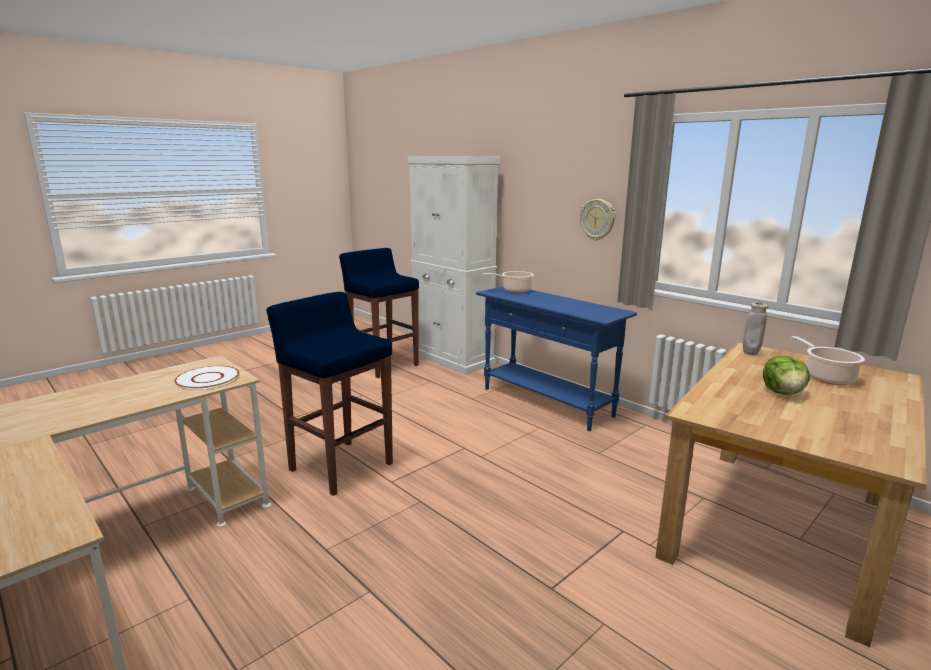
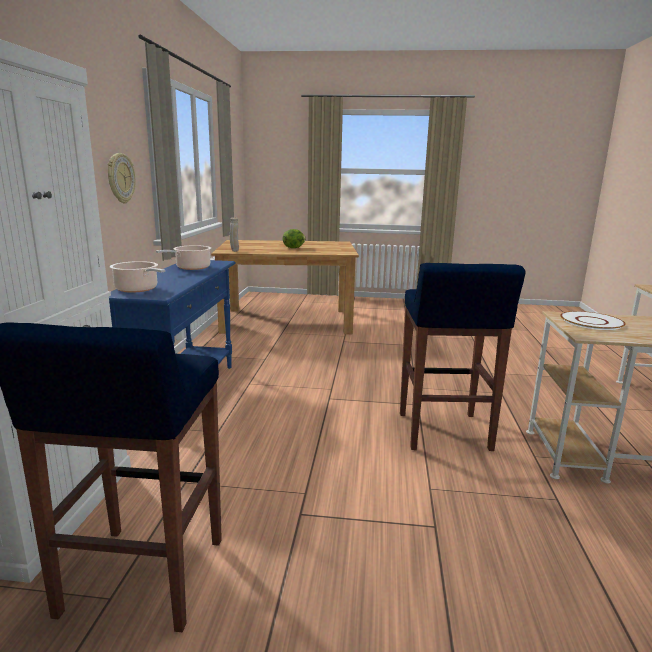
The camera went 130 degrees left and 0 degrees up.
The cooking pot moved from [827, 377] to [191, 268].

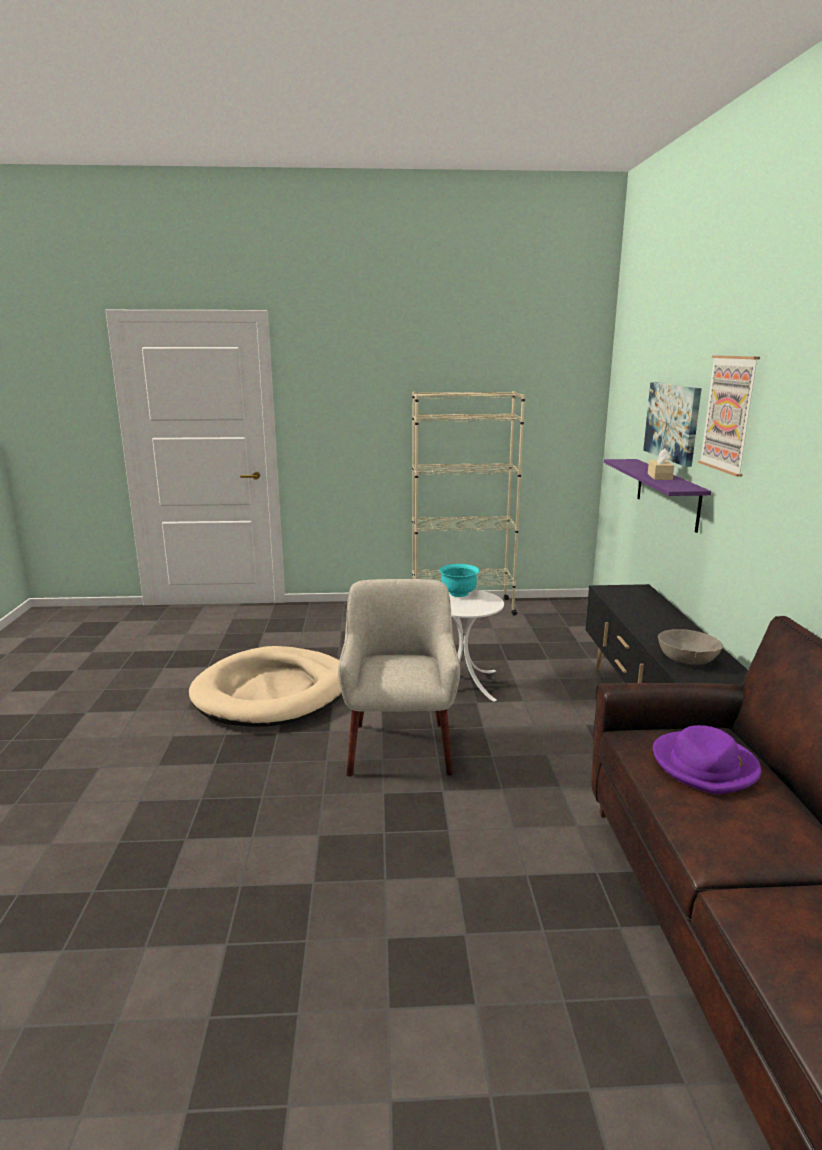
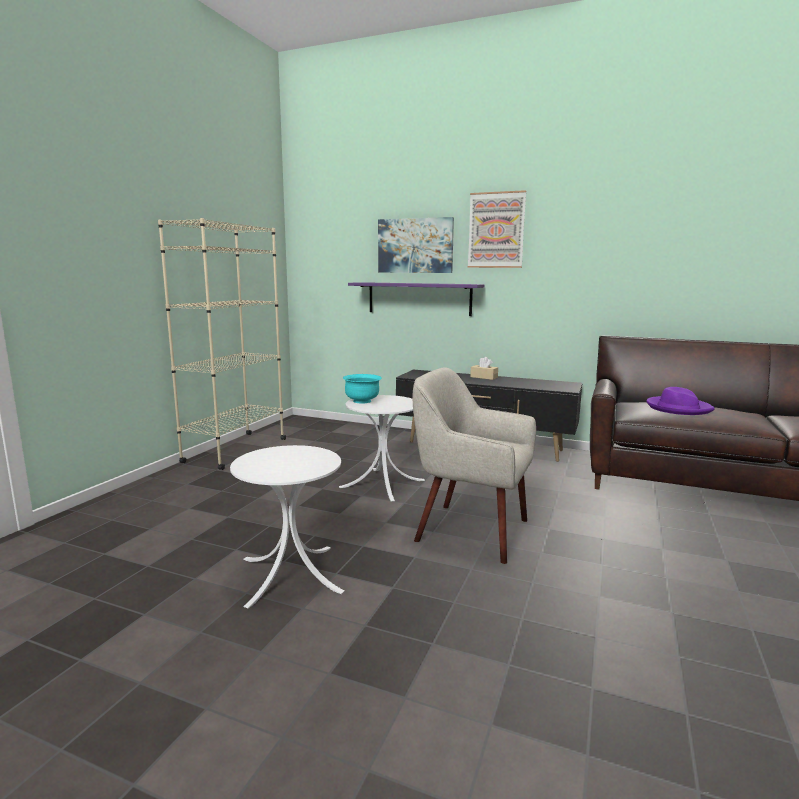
The camera went 65 degrees left and 5 degrees down.
The dog bed/beige at [273, 692] was replaced by the side table/white at [291, 574].
The tissue box/beige moved from [659, 477] to [484, 377].
The bowl/grey at [687, 658] disappeared.

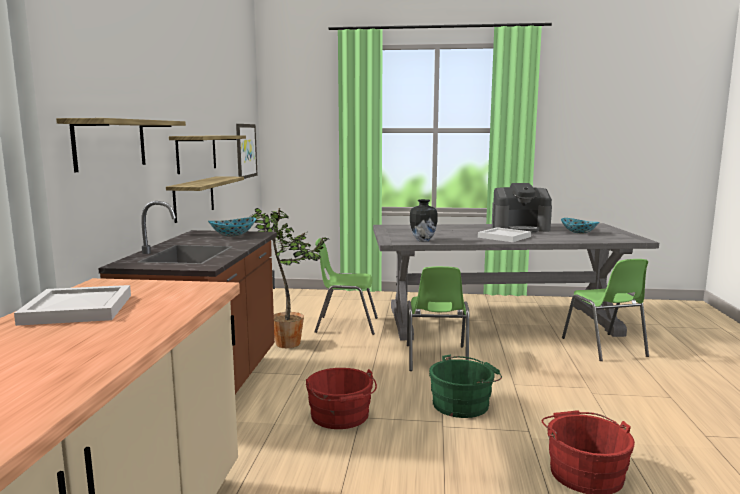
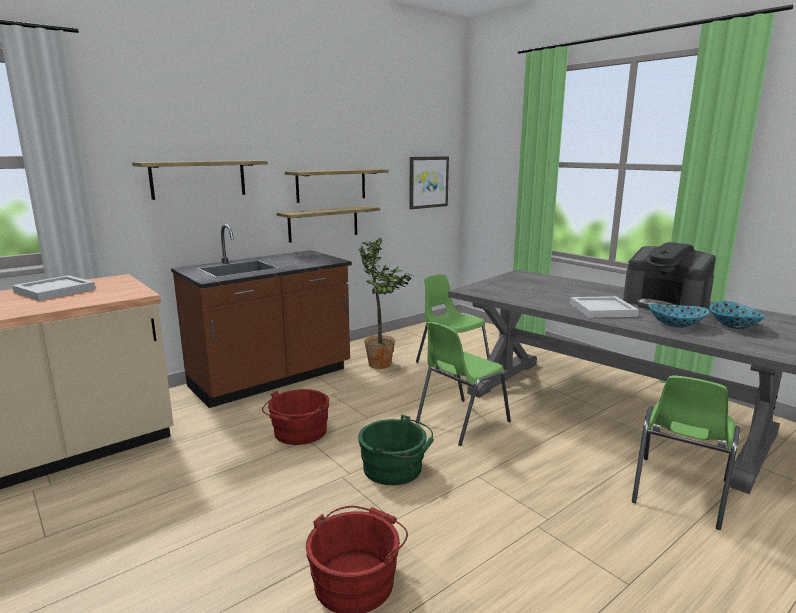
The camera went 45 degrees right and 5 degrees up.
The bowl moved from [232, 234] to [675, 324].
The vase at [422, 240] disappeared.

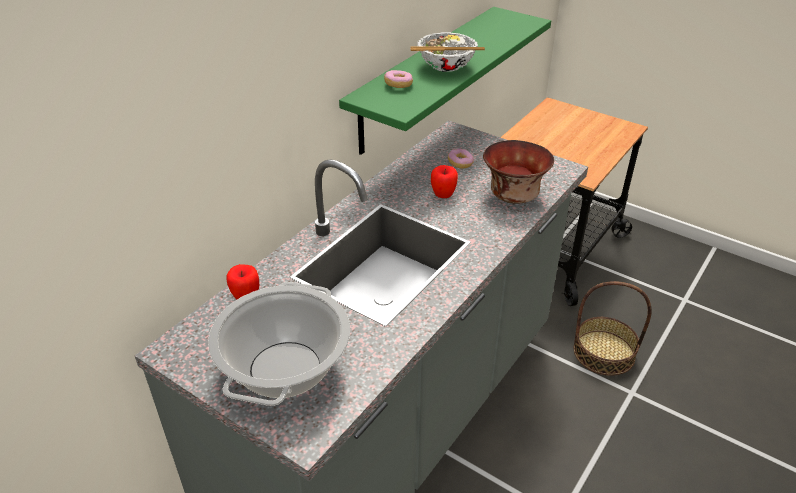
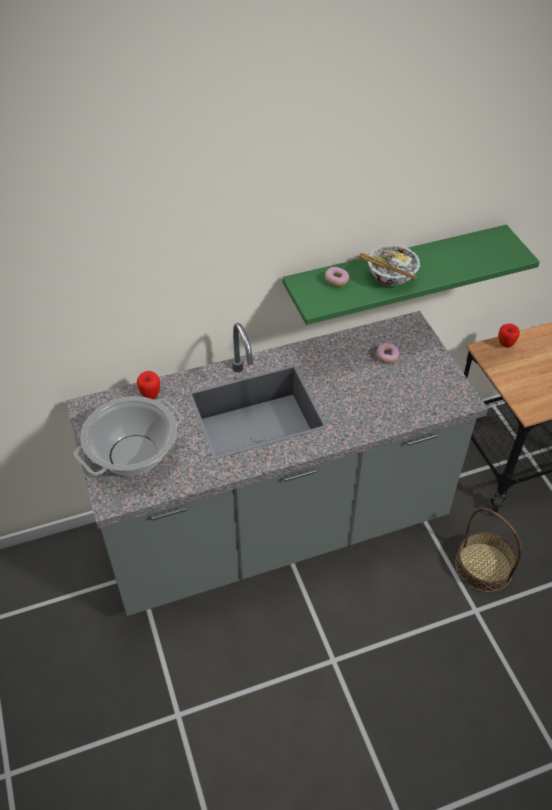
The camera went 35 degrees right and 10 degrees up.
The apple moved from [443, 196] to [505, 345].
The bowl at [513, 195] disappeared.

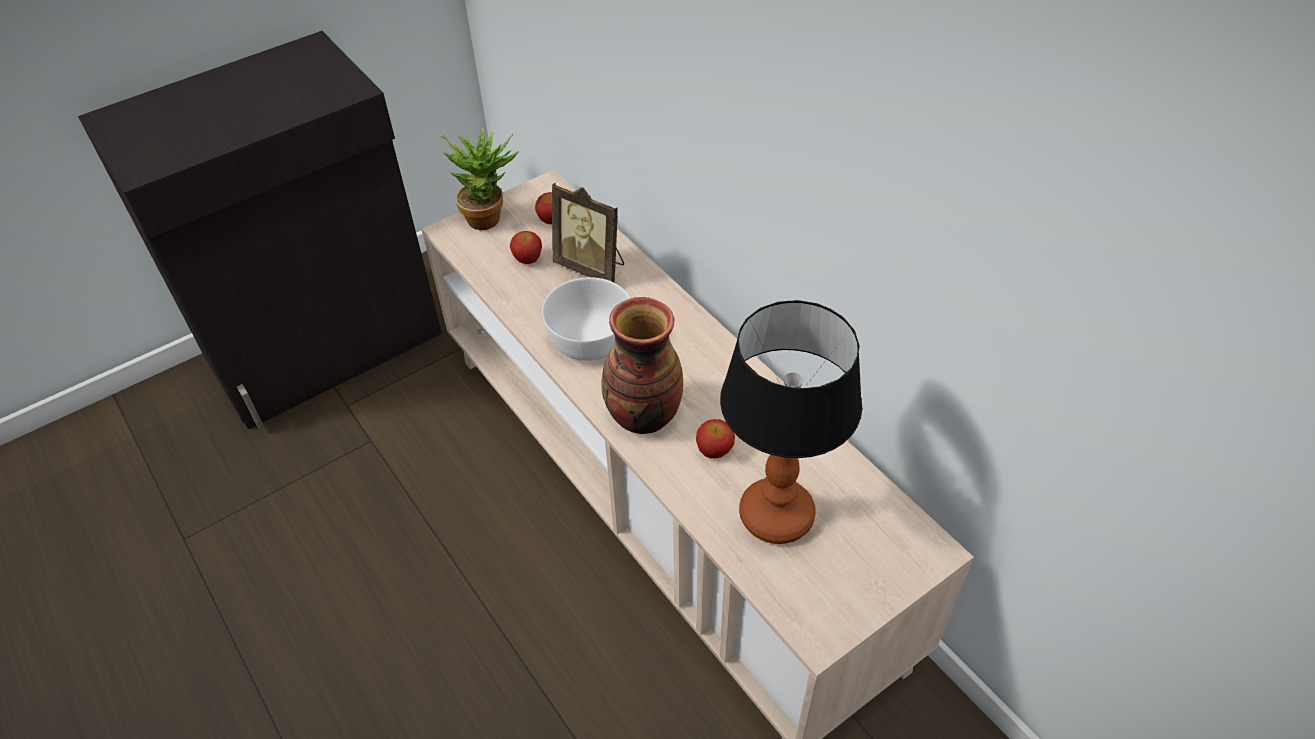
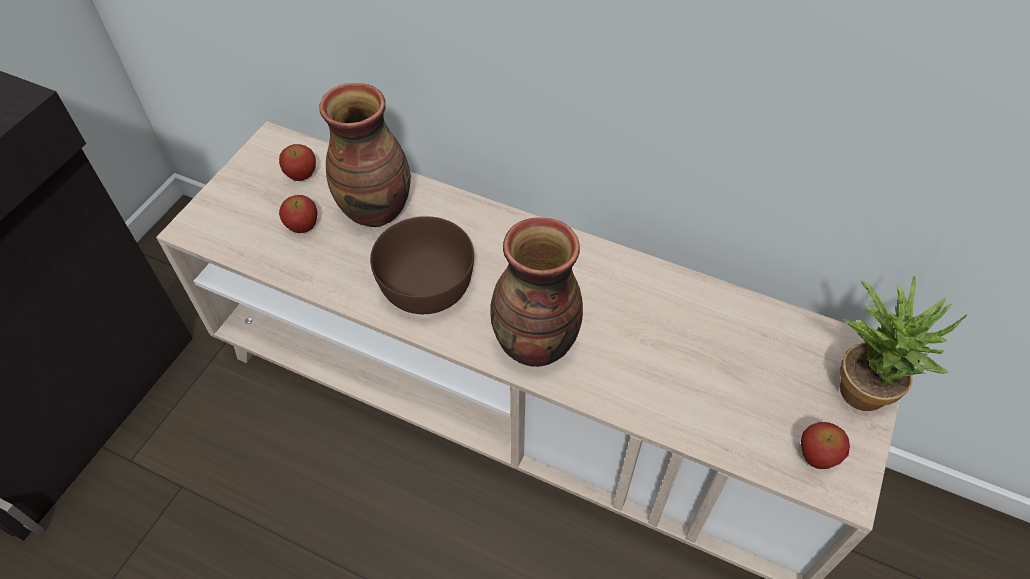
The camera went 30 degrees left and 5 degrees up.
The potted plant moved from [490, 217] to [864, 383].
The bowl/white at [589, 338] became the bowl/brown at [425, 285].
The picture frame at [592, 267] was replaced by the vase at [377, 209].
The apple moved from [714, 450] to [817, 455].
The table lamp at [778, 516] disappeared.

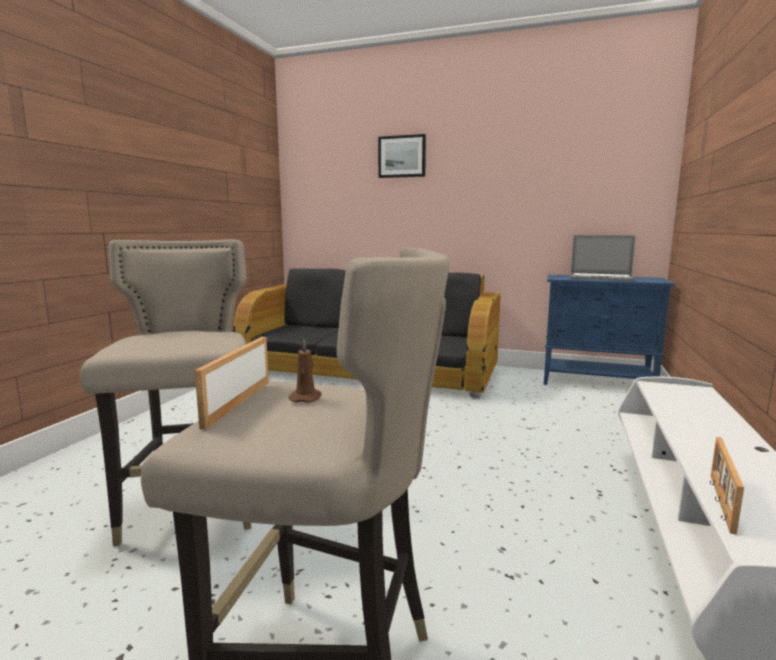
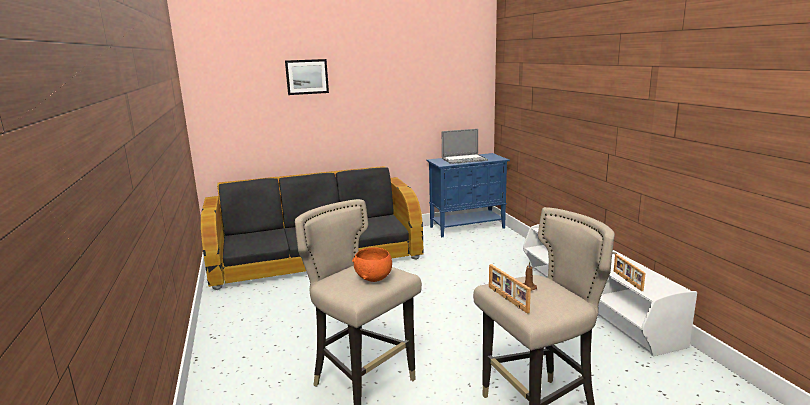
The camera went 35 degrees left and 5 degrees up.
The bowl/orange at [374, 278] appeared.

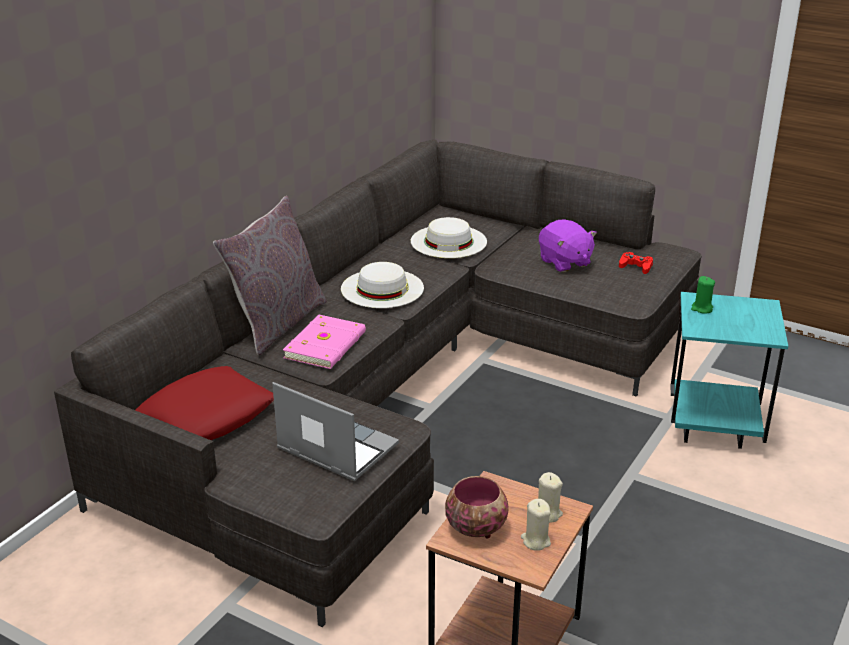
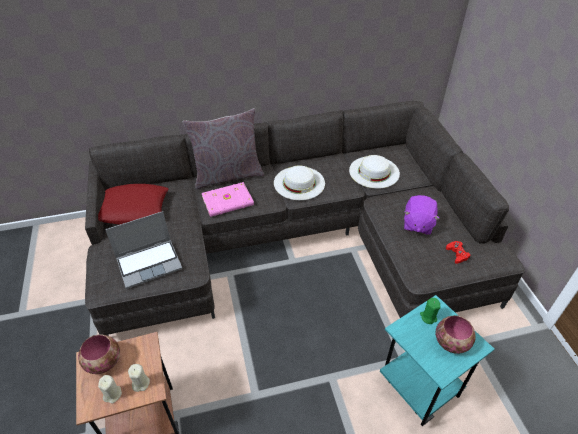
The camera went 45 degrees right and 15 degrees up.
The laptop at [335, 448] turned 75 degrees clockwise.
The bowl at [451, 342] appeared.

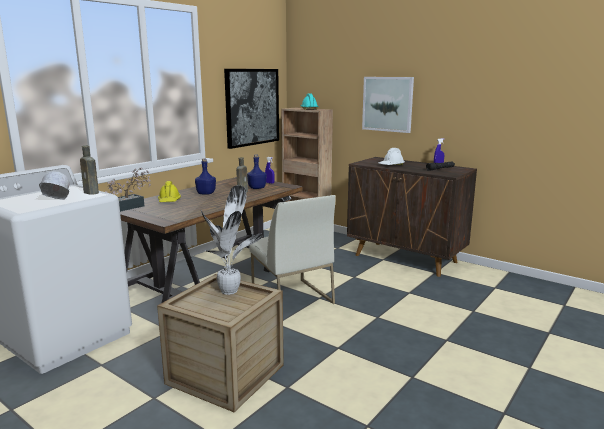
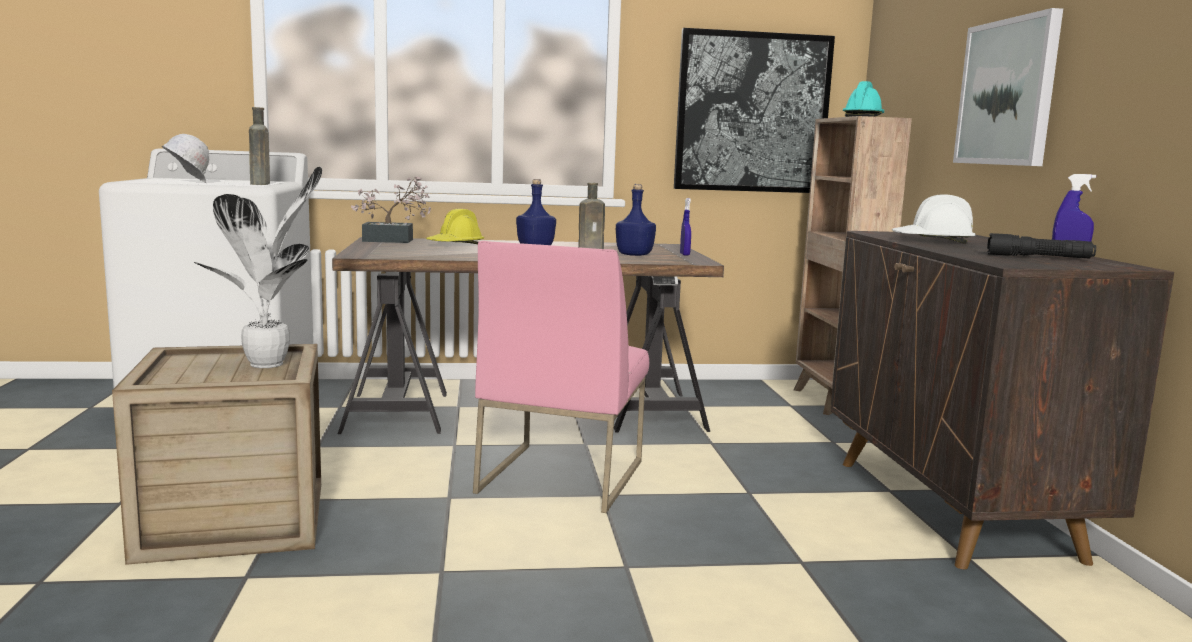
The camera went 45 degrees right and 5 degrees down.
The chair/white at [291, 297] became the chair/pink at [560, 475].

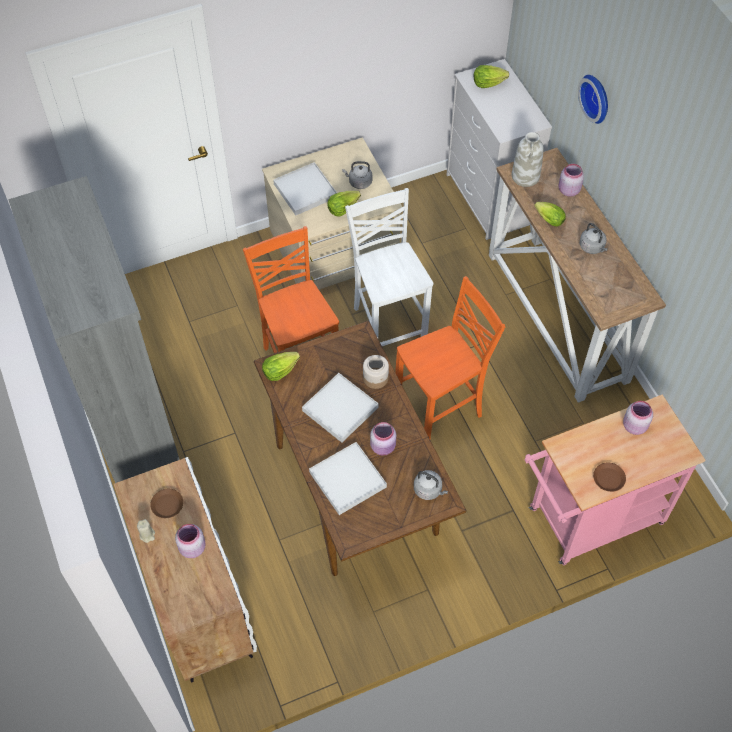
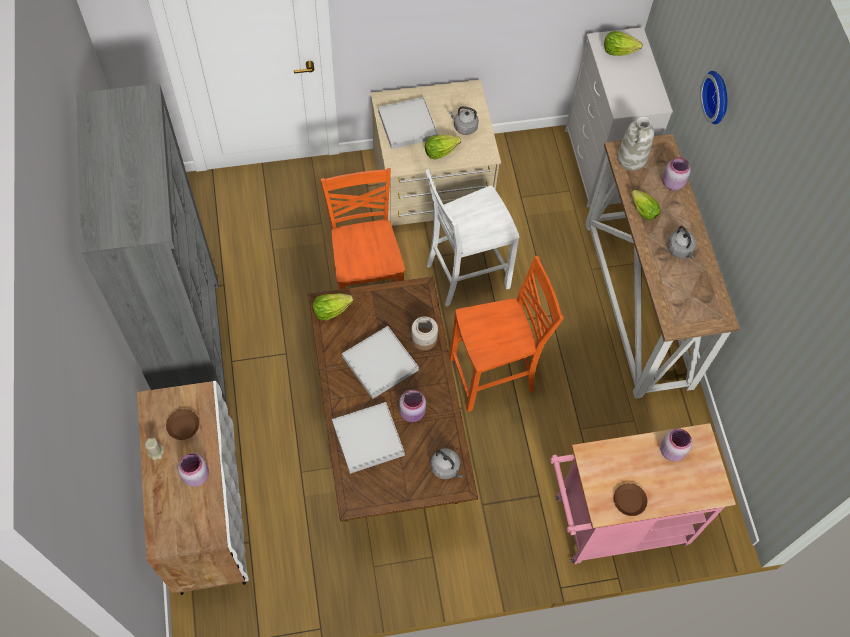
The camera went 10 degrees right and 5 degrees up.
The chair/white at [388, 324] turned 105 degrees counterclockwise.

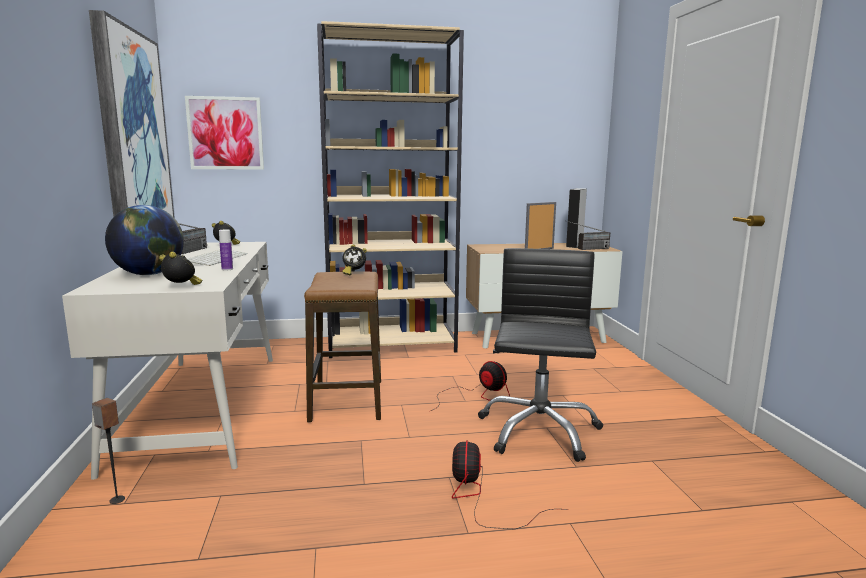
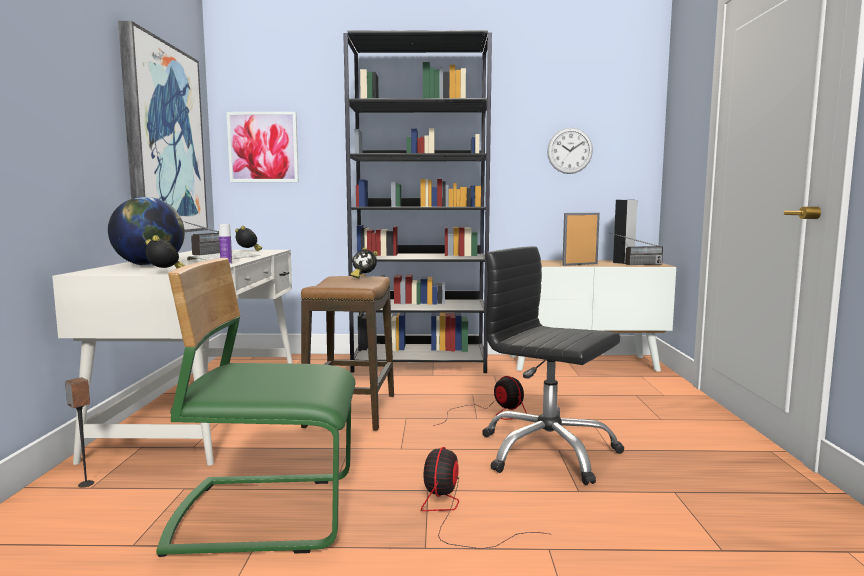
The camera went 10 degrees right and 5 degrees down.
The bookcase/beige at [392, 344] became the bookcase/black at [420, 363].
The office chair/black at [538, 431] turned 75 degrees counterclockwise.
The chair/green at [265, 513] appeared.
The wall clock at [569, 150] appeared.

